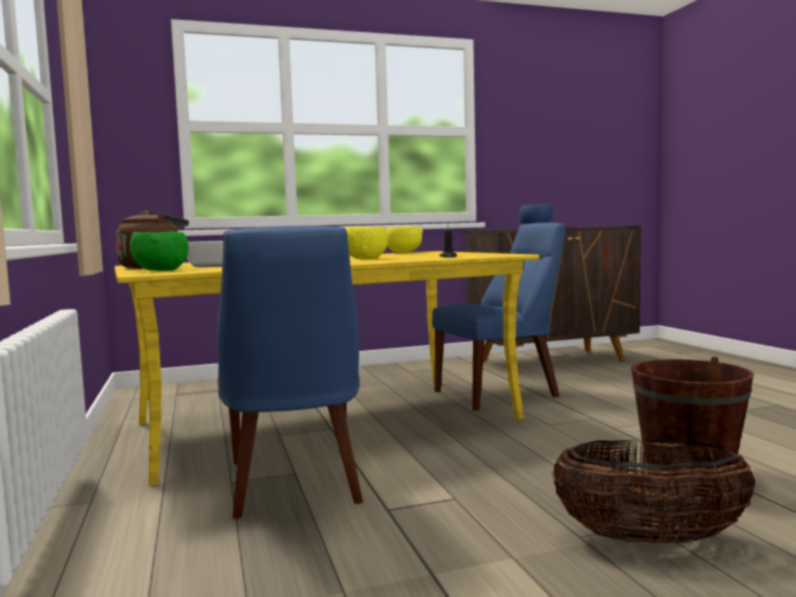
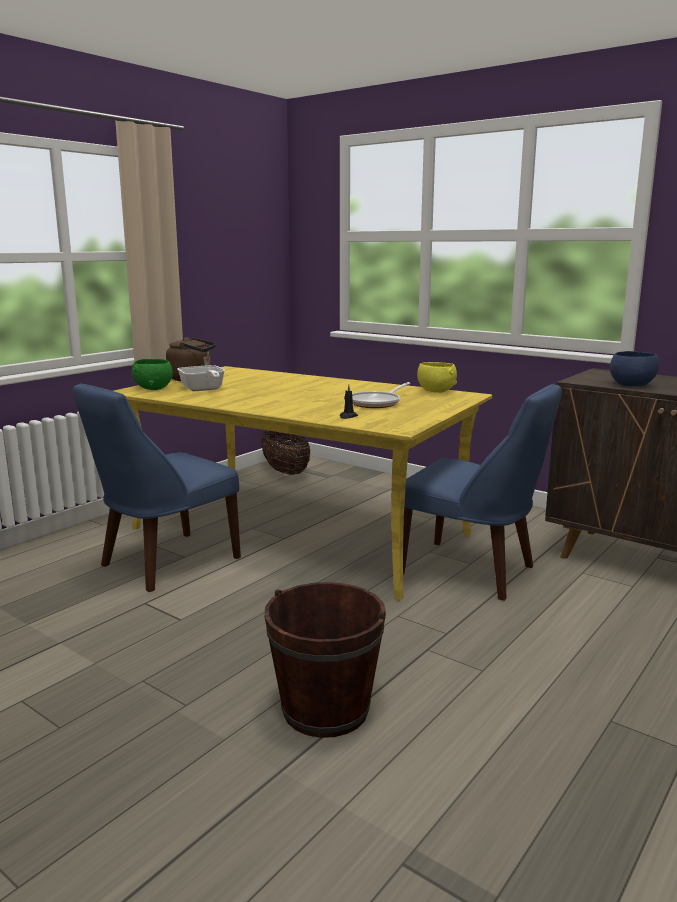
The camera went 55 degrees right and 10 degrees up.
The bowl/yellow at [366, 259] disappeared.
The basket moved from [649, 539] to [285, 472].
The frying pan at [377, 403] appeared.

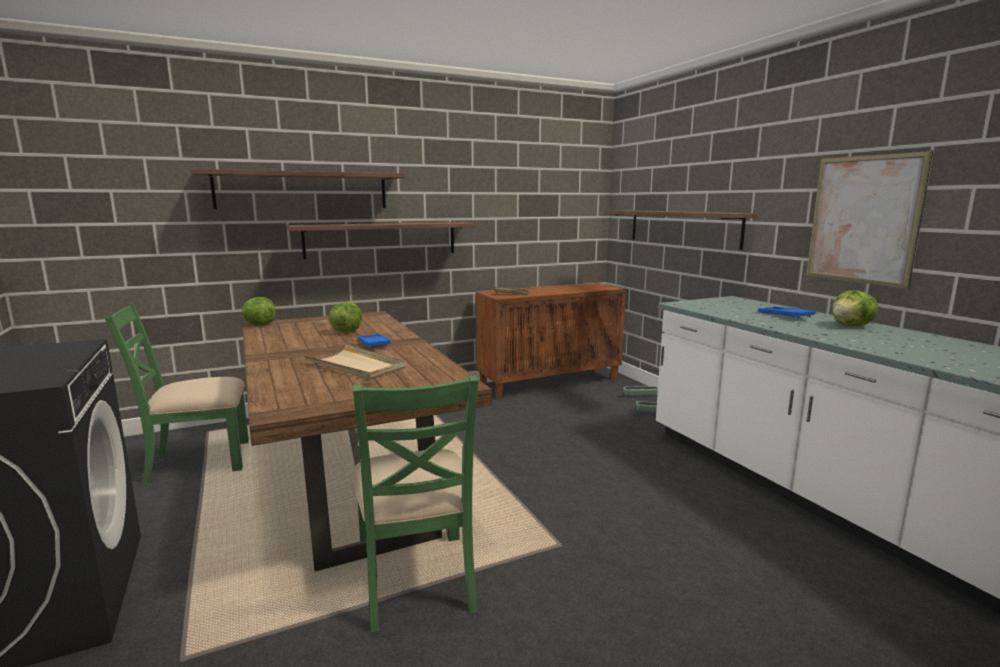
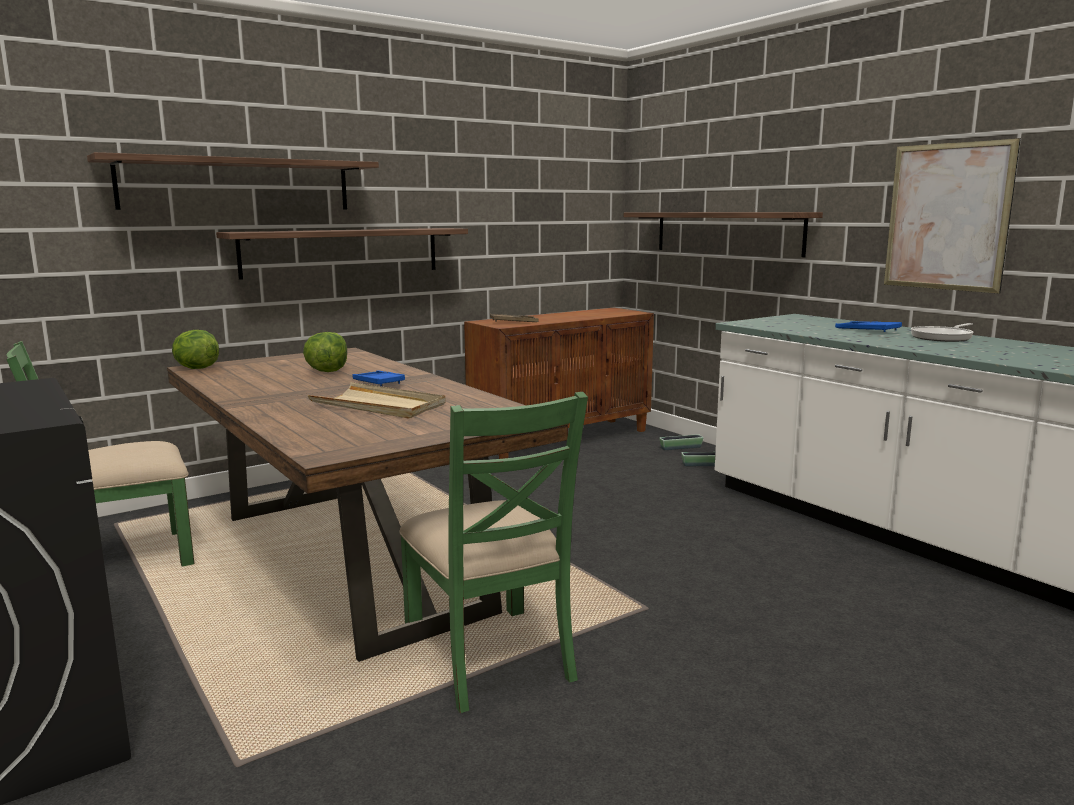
The camera went 10 degrees left and 0 degrees up.
The lettuce at [852, 326] was replaced by the frying pan at [943, 337].

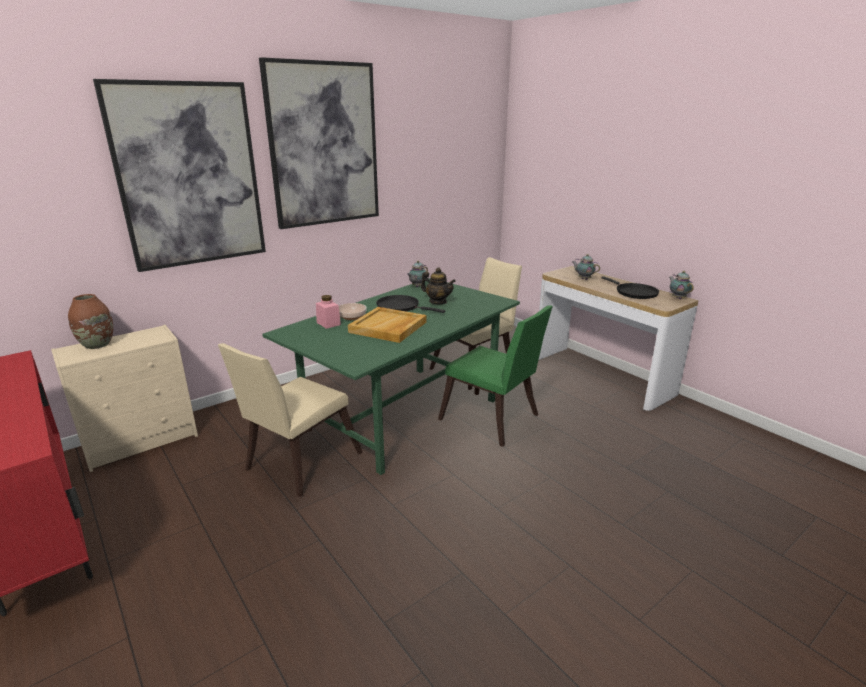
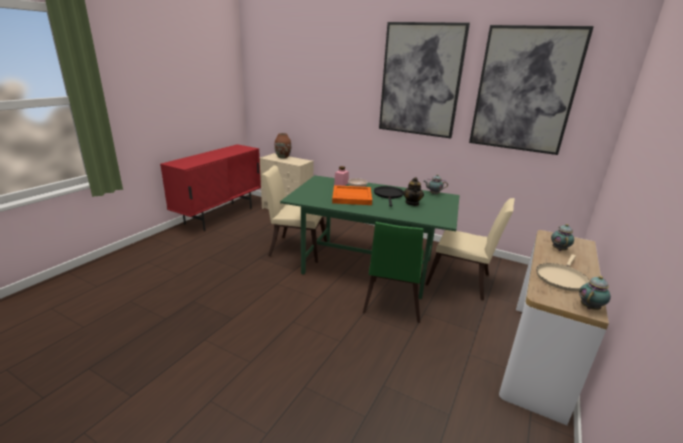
The camera went 65 degrees right and 0 degrees up.
The picture moved from [189, 176] to [524, 90].
The tray/beige at [388, 327] became the tray/orange at [351, 197].
The frying pan/black at [634, 293] became the frying pan/beige at [561, 278].

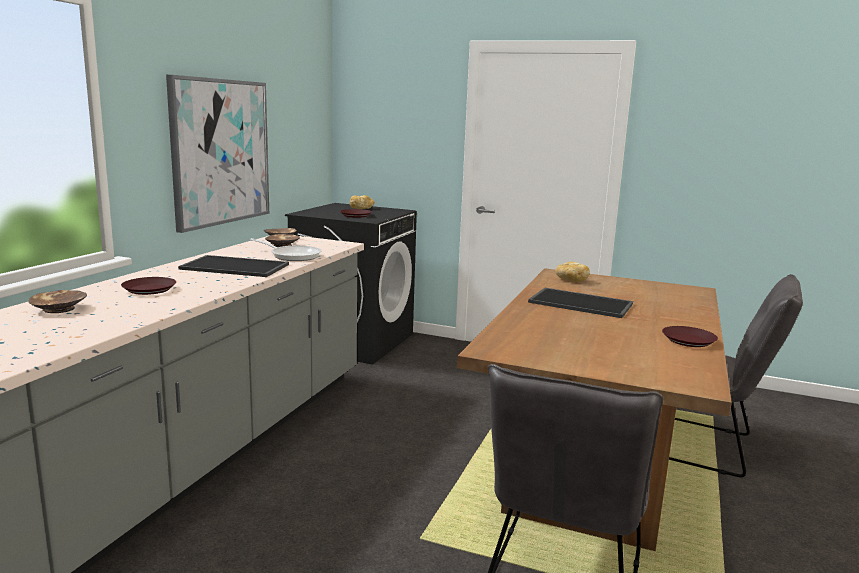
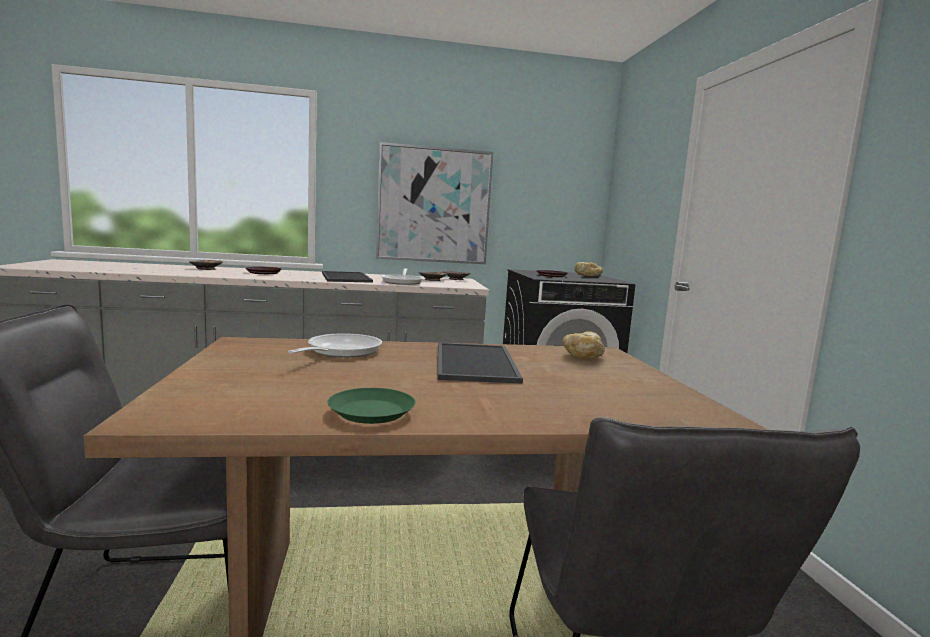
The camera went 60 degrees right and 5 degrees down.
The plate/brown at [689, 341] became the plate/green at [371, 412].
The frying pan at [340, 351] appeared.

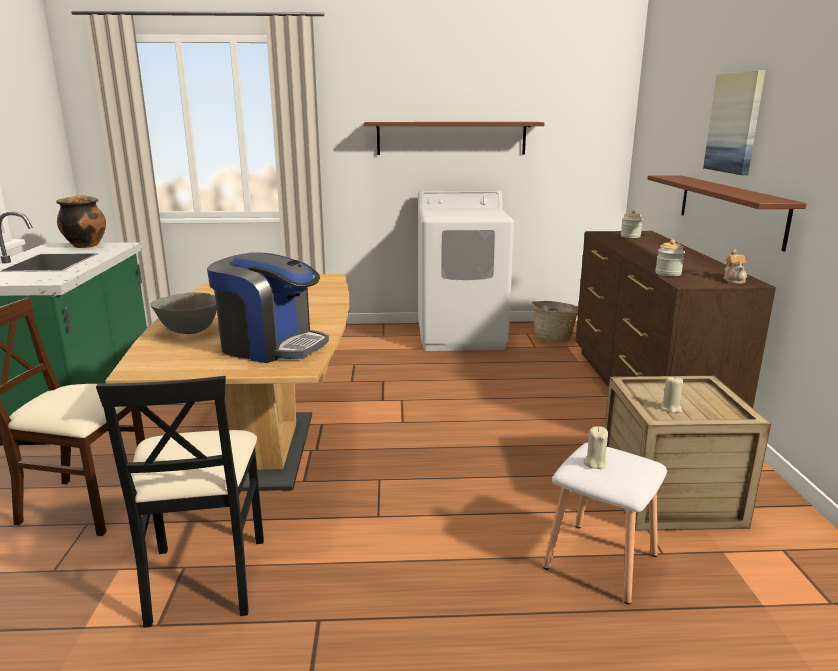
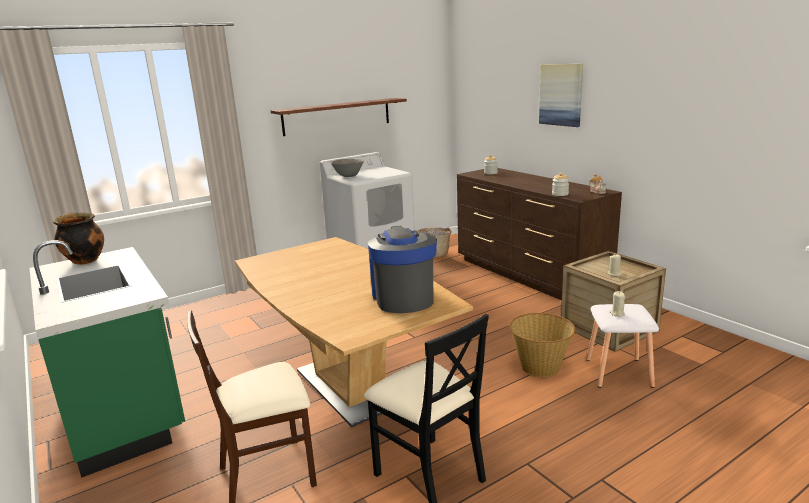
The camera went 30 degrees left and 0 degrees up.
The bowl/grey moved from [189, 331] to [348, 176].
The coffee machine at [271, 346] turned 90 degrees counterclockwise.
The shelf/brown at [729, 208] disappeared.
The basket at [540, 366] appeared.

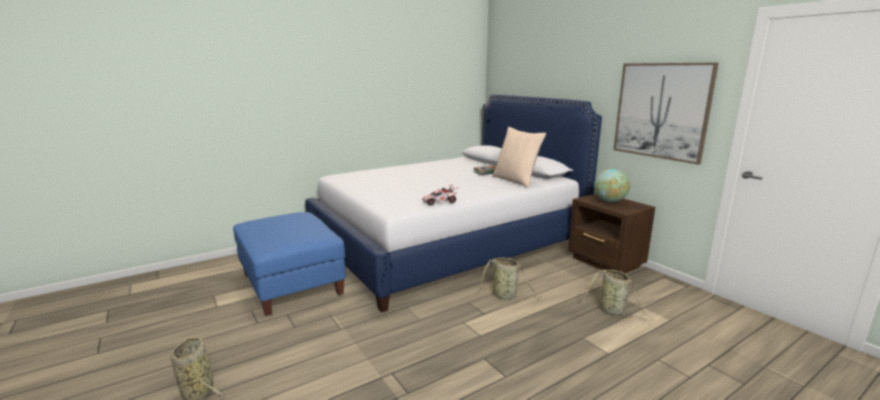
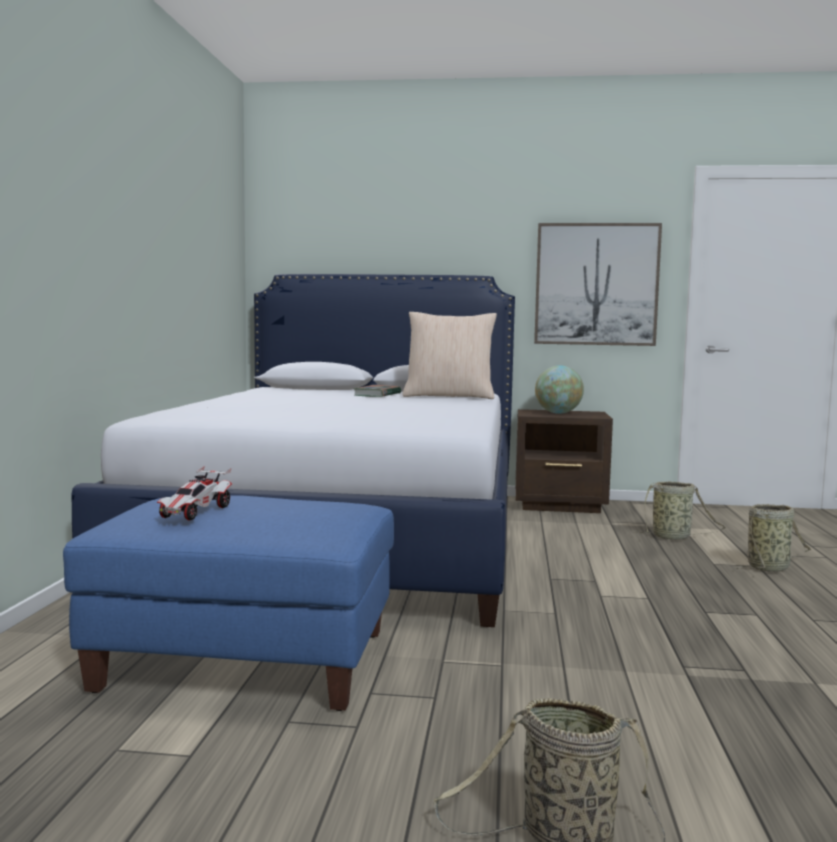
The camera went 50 degrees left and 10 degrees down.
The toy car moved from [439, 202] to [195, 512].
The basket moved from [506, 296] to [770, 568].

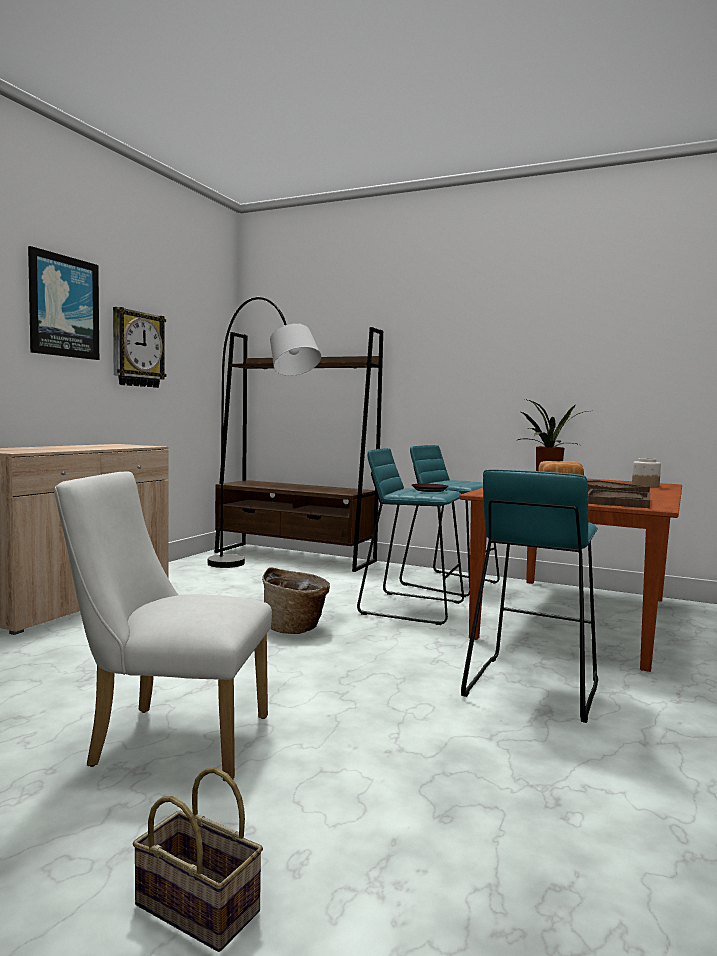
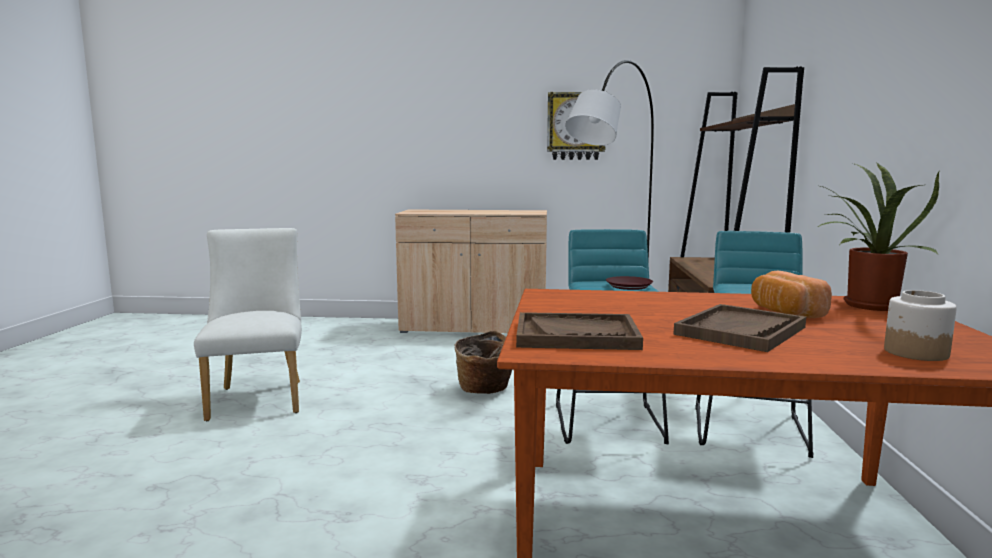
The camera went 70 degrees right and 5 degrees up.
The picture at [63, 306] disappeared.
The basket at [201, 908] disappeared.
The stool/turquoise at [531, 687] disappeared.

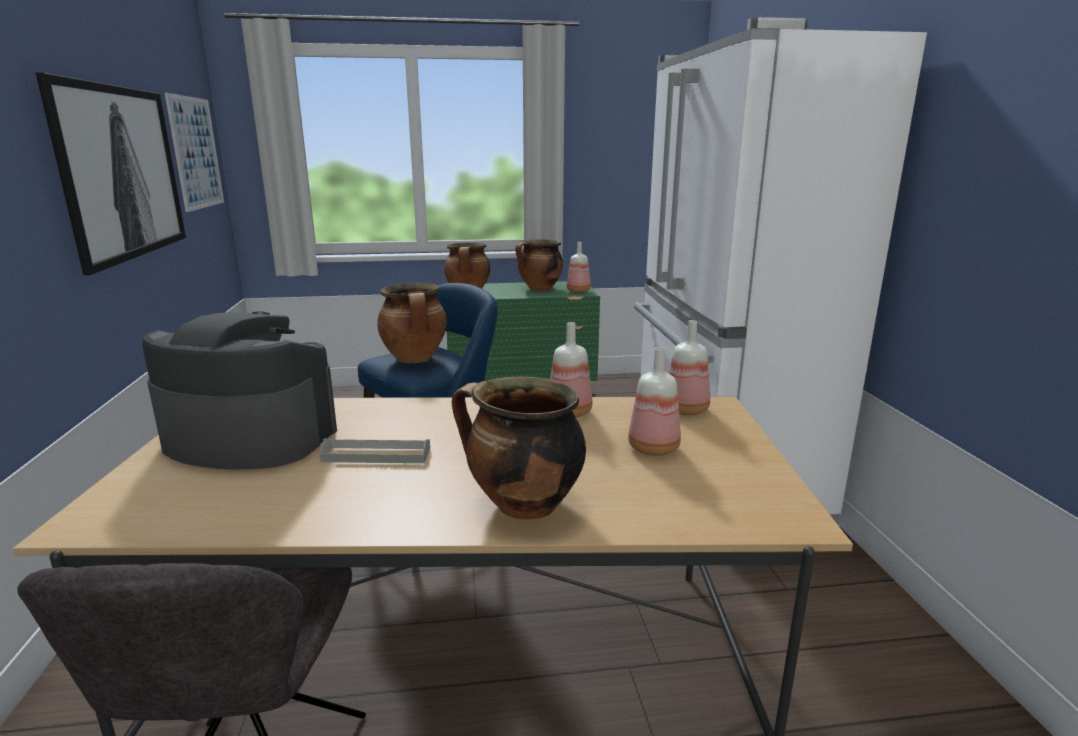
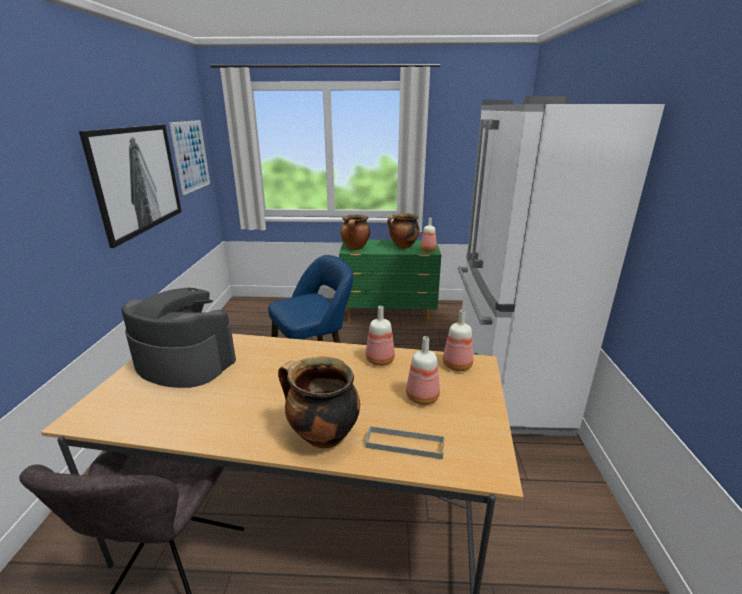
The camera went 10 degrees right and 5 degrees up.
The tray/grey moved from [376, 455] to [405, 444].
The cooking pot at [415, 359] disappeared.

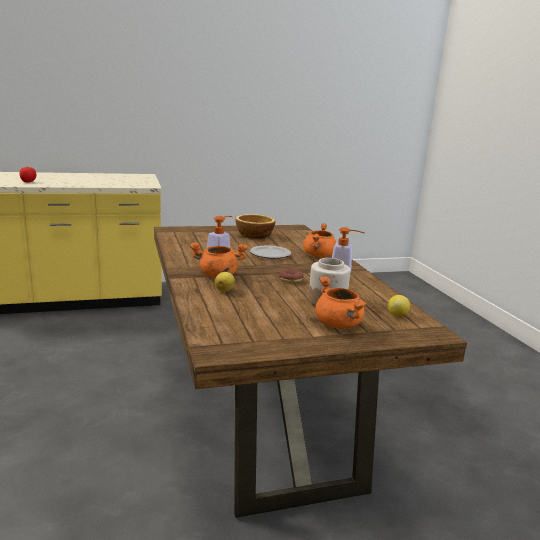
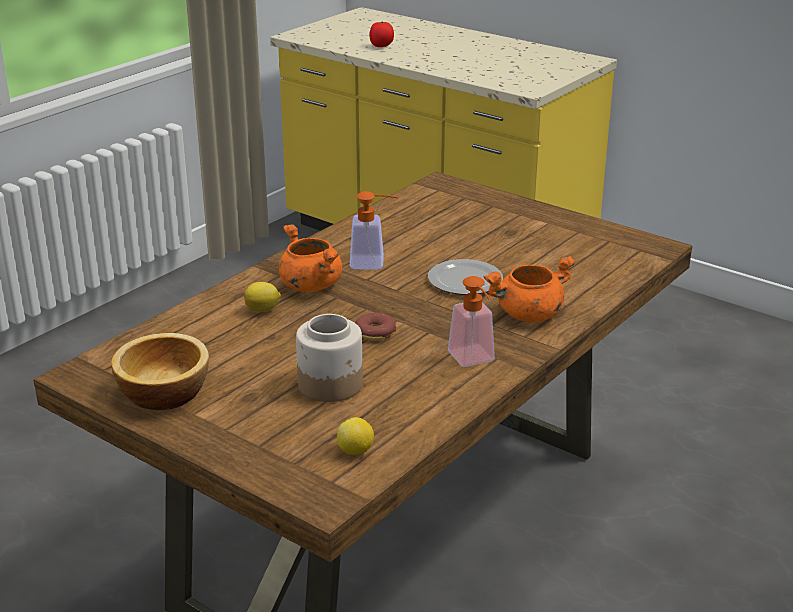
The camera went 55 degrees right and 10 degrees up.
The bowl moved from [253, 235] to [163, 392].
The cooking pot/orange at [339, 325] disappeared.

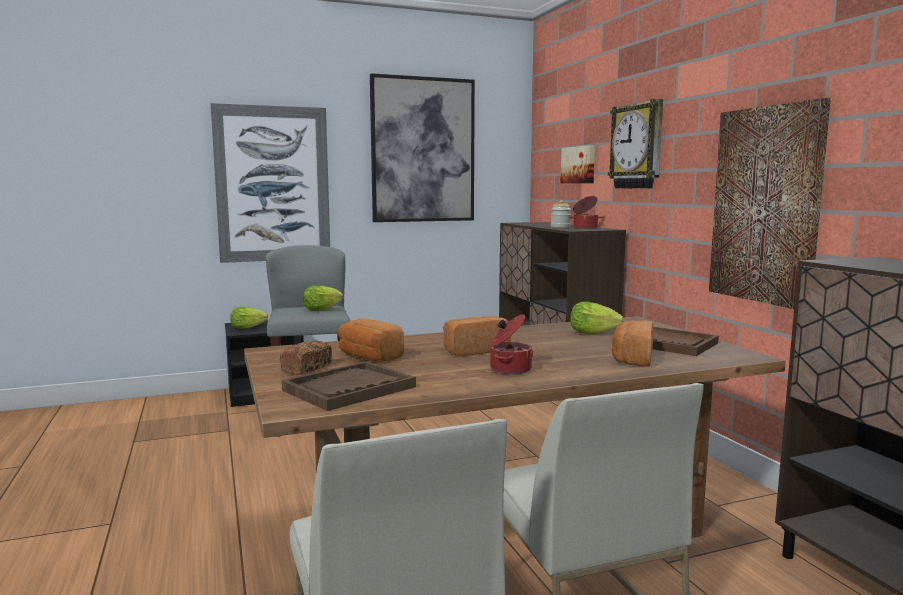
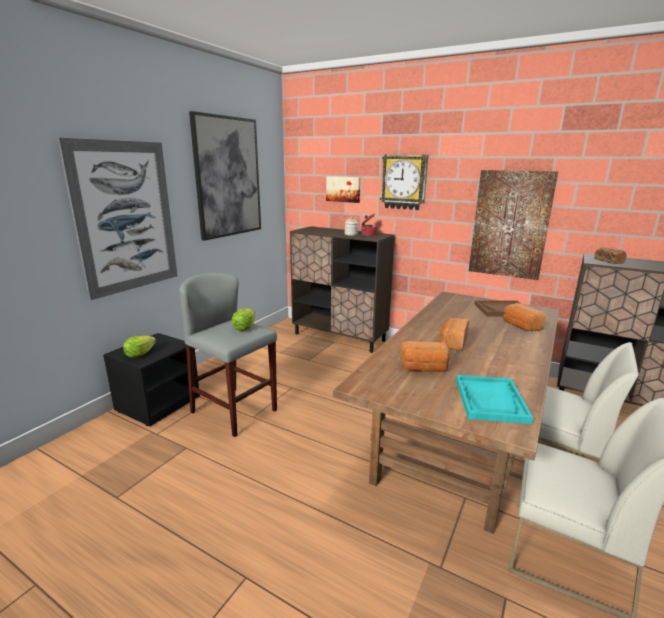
The camera went 40 degrees left and 10 degrees up.
The bread moved from [306, 368] to [608, 261].
The tray/brown at [349, 389] became the tray/turquoise at [490, 400].
The cooking pot at [509, 369] disappeared.
The lettuce at [593, 333] disappeared.

